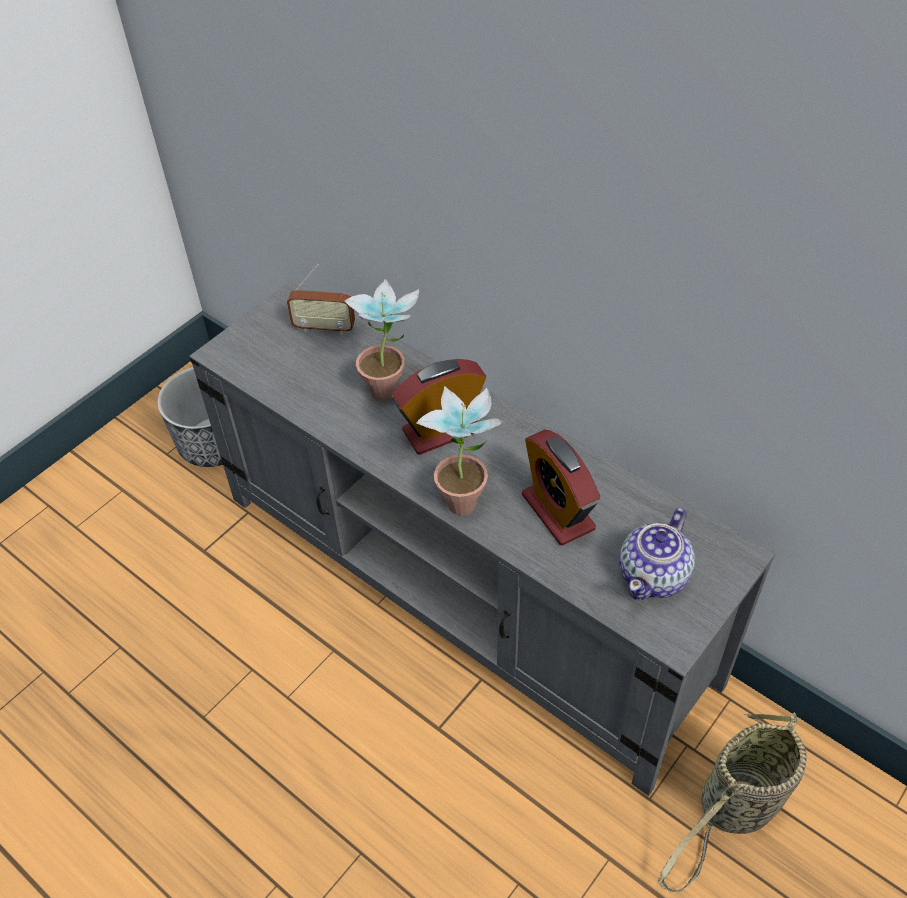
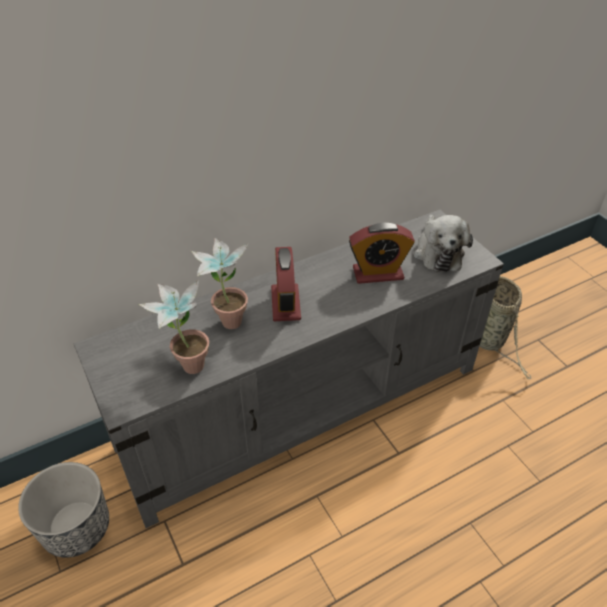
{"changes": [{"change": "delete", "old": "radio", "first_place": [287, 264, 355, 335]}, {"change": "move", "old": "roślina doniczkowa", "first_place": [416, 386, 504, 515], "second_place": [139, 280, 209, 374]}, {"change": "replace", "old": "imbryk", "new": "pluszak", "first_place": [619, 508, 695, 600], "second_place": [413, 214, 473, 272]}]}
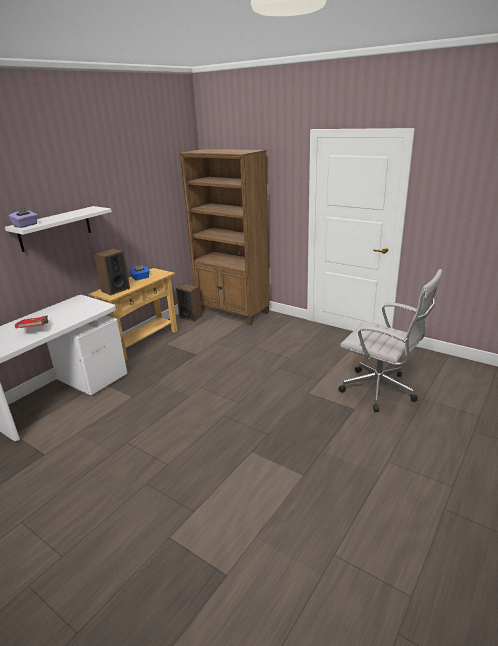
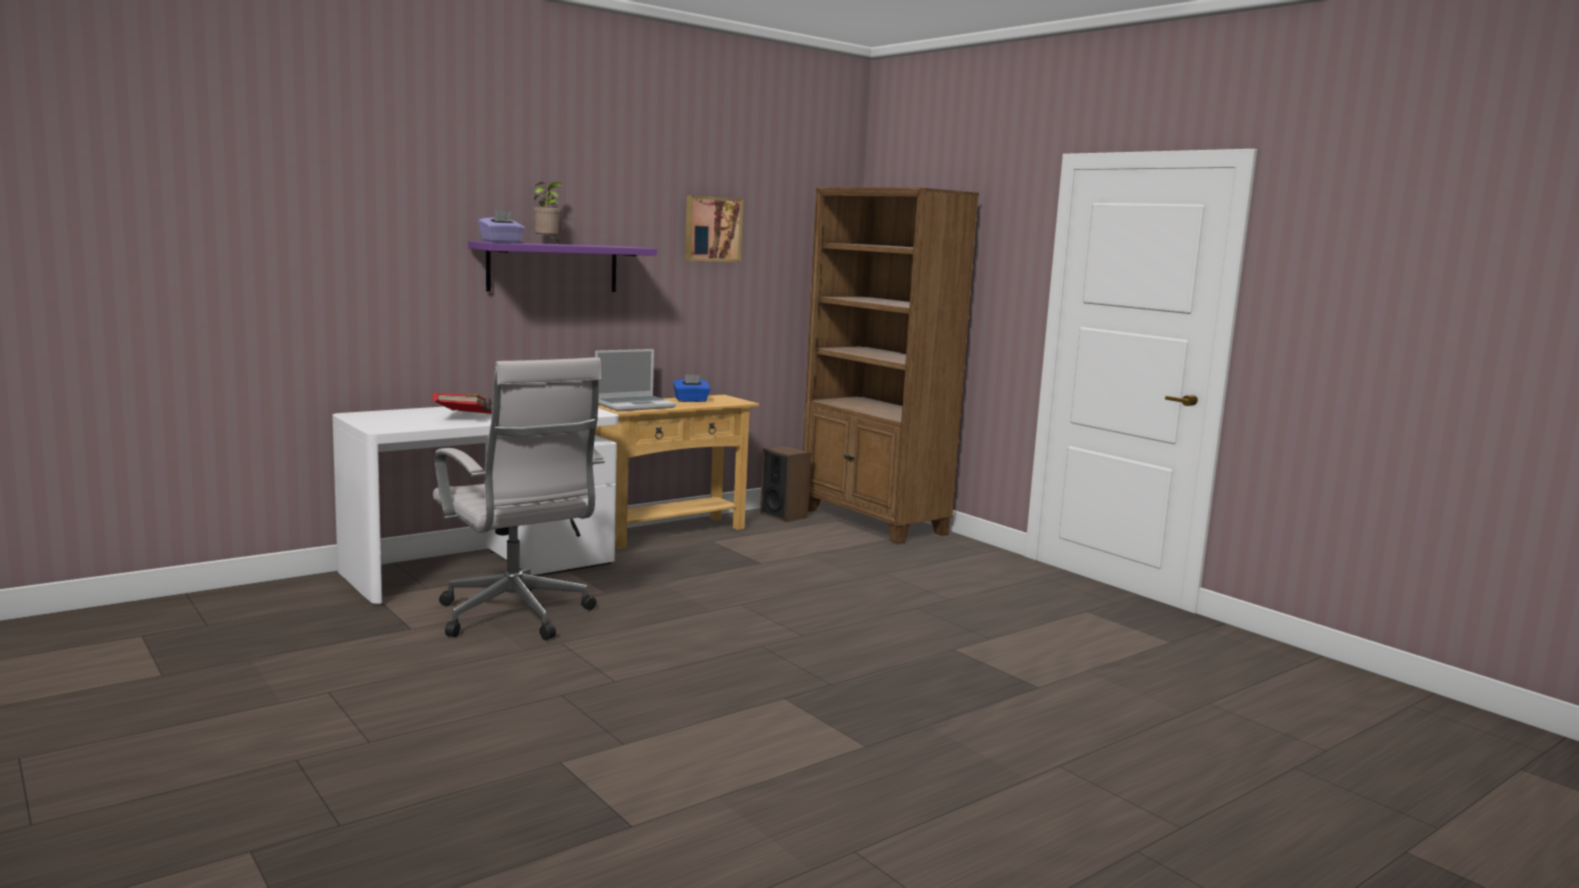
{"changes": [{"change": "recolor", "old": "półka [biały]", "new": "półka [fioletowy]", "first_place": [5, 206, 112, 252], "second_place": [468, 241, 657, 292]}, {"change": "replace", "old": "głośnik", "new": "laptop", "first_place": [94, 248, 130, 295], "second_place": [595, 349, 676, 411]}, {"change": "move", "old": "krzesło biurowe [biały]", "first_place": [338, 269, 442, 412], "second_place": [433, 357, 605, 640]}, {"change": "insert", "new": "roślina doniczkowa", "second_place": [533, 182, 563, 242]}, {"change": "insert", "new": "obraz", "second_place": [685, 195, 743, 262]}]}
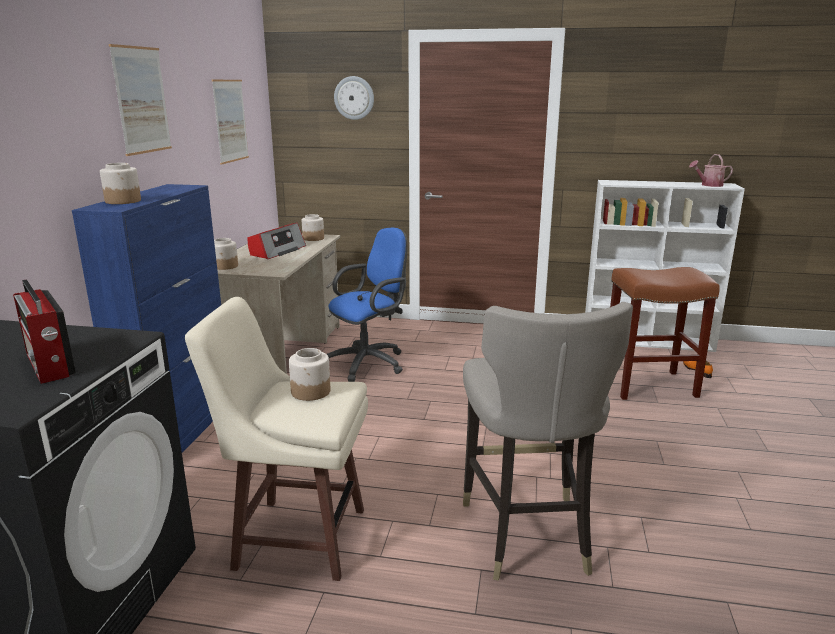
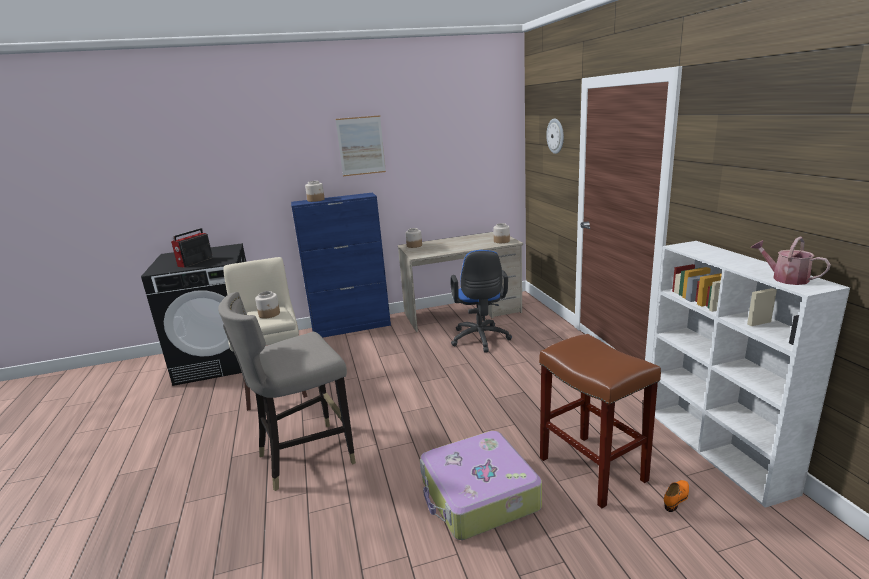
{"changes": [{"change": "delete", "old": "obraz", "first_place": [212, 80, 249, 165]}, {"change": "delete", "old": "radio", "first_place": [247, 223, 306, 259]}, {"change": "rotate", "old": "krzesło biurowe [niebieski]", "first_place": [327, 228, 407, 382], "second_place": [450, 250, 512, 353], "degrees": 60}, {"change": "insert", "new": "walizka", "second_place": [420, 431, 542, 540]}]}
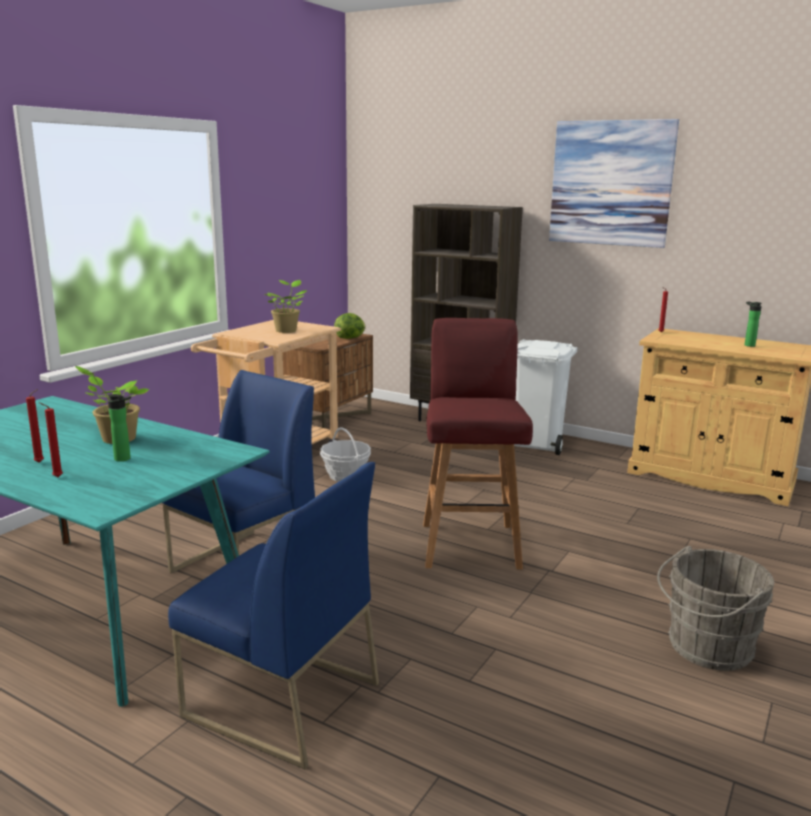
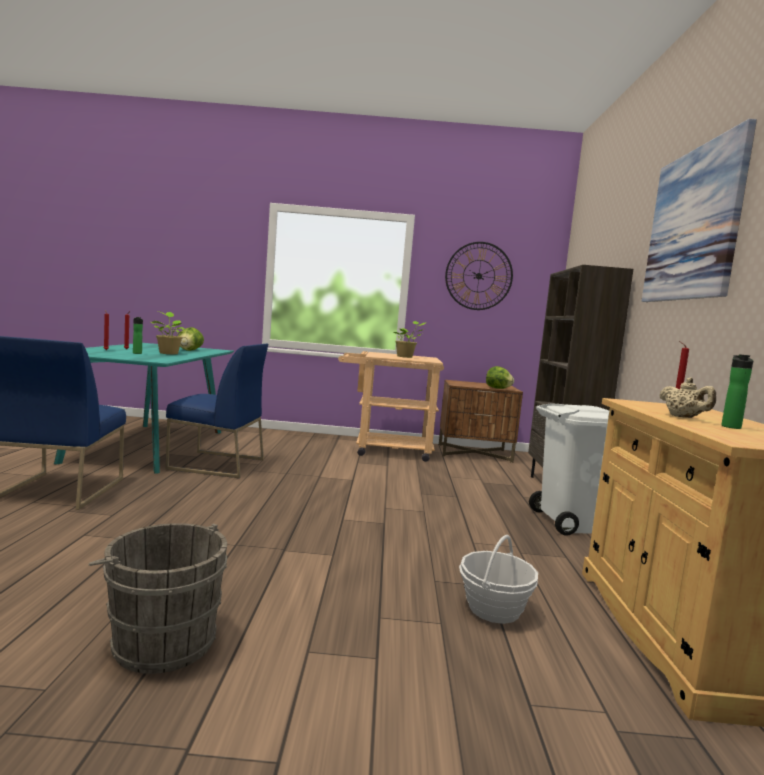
{"changes": [{"change": "delete", "old": "stołek [czerwony]", "first_place": [423, 318, 533, 569]}, {"change": "move", "old": "koszyk", "first_place": [320, 427, 371, 481], "second_place": [459, 535, 538, 624]}, {"change": "insert", "new": "zegar ścienny", "second_place": [445, 242, 513, 310]}, {"change": "insert", "new": "sałata", "second_place": [178, 327, 204, 351]}, {"change": "insert", "new": "imbryk [beżowy]", "second_place": [659, 378, 716, 418]}]}
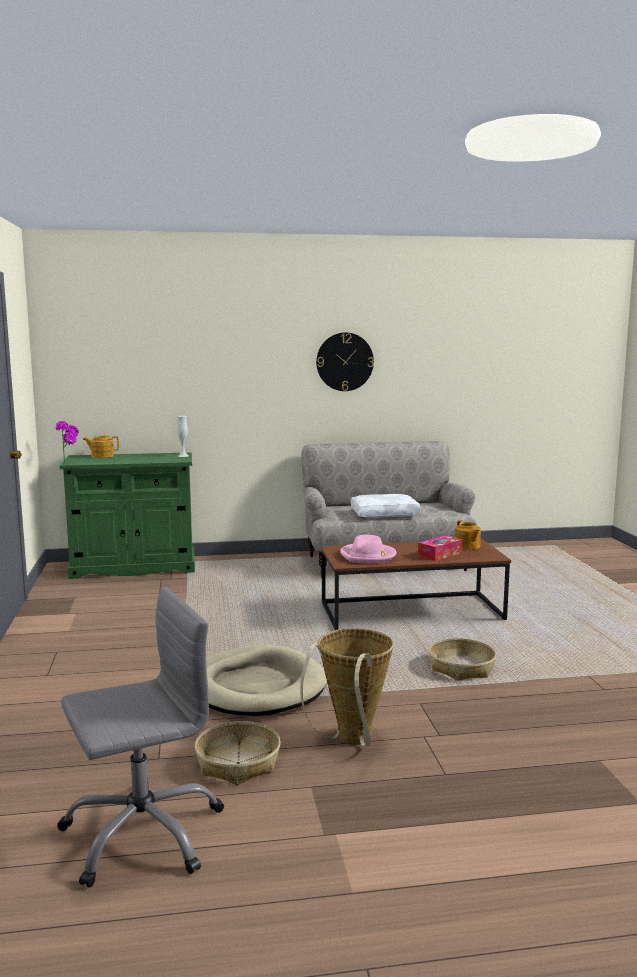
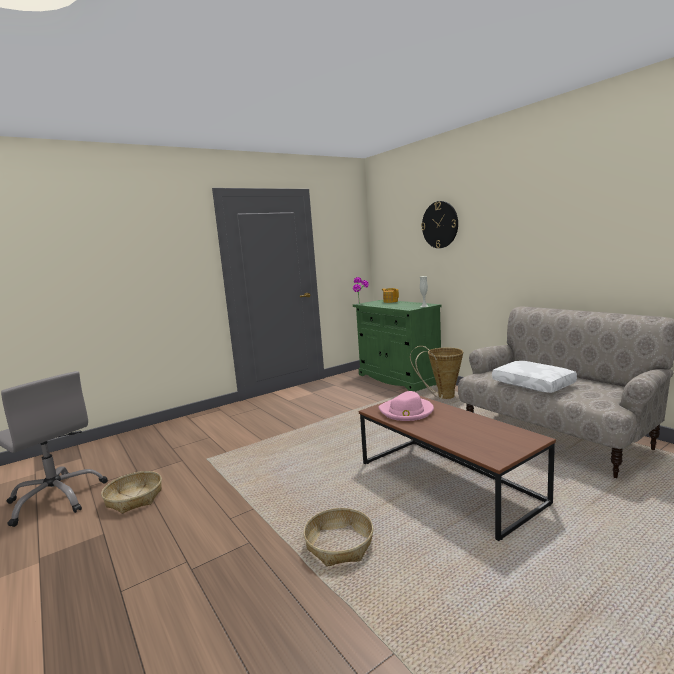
{"changes": [{"change": "move", "old": "zegar ścienny", "first_place": [316, 332, 374, 391], "second_place": [421, 201, 458, 248]}, {"change": "delete", "old": "imbryk", "first_place": [455, 520, 481, 550]}, {"change": "delete", "old": "pudełko chusteczek", "first_place": [418, 535, 462, 561]}, {"change": "move", "old": "koszyk", "first_place": [300, 628, 394, 746], "second_place": [410, 346, 463, 399]}, {"change": "delete", "old": "legowisko [beżowy]", "first_place": [206, 644, 327, 716]}]}
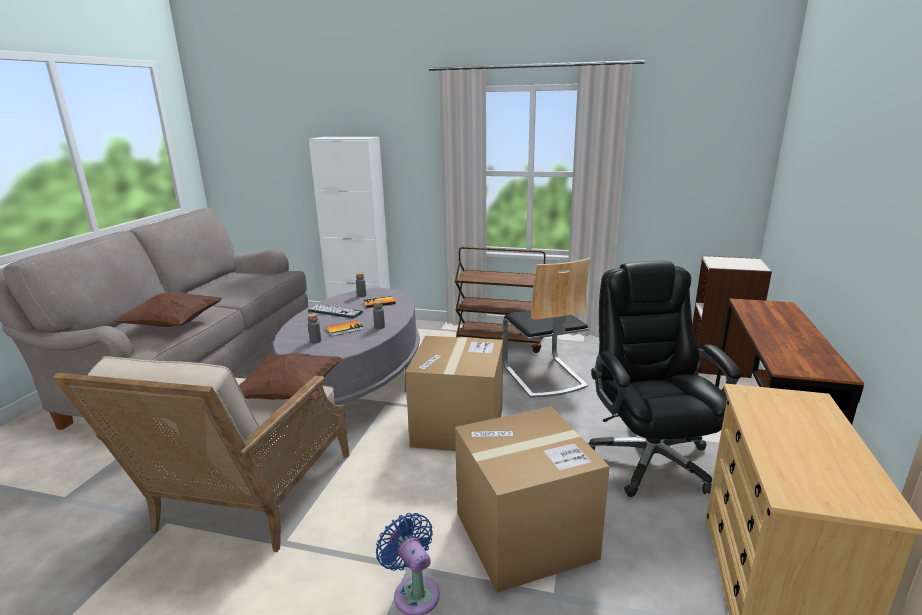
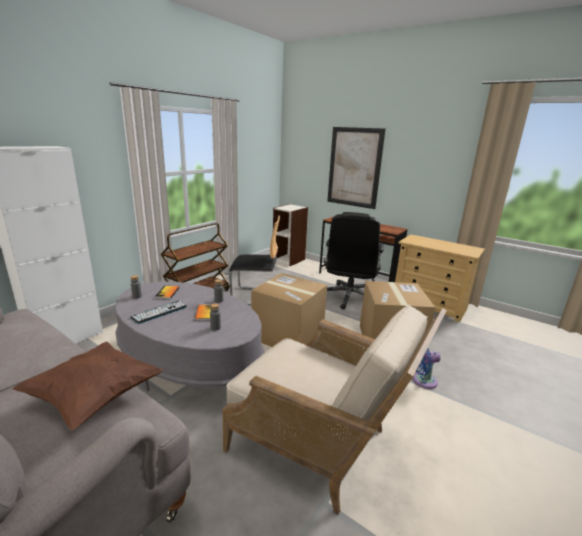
{"changes": [{"change": "rotate", "old": "krzesło biurowe [czarny]", "first_place": [587, 261, 742, 497], "second_place": [324, 212, 384, 309], "degrees": -90}, {"change": "delete", "old": "poduszka [brązowy]", "first_place": [239, 353, 342, 400]}, {"change": "insert", "new": "obraz", "second_place": [327, 127, 385, 209]}]}
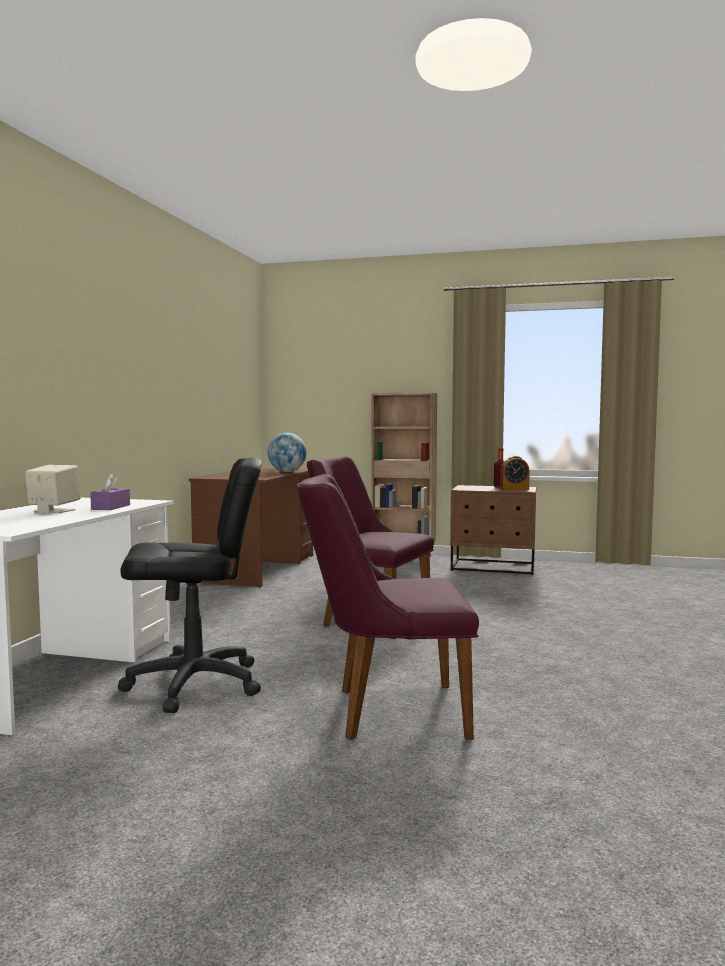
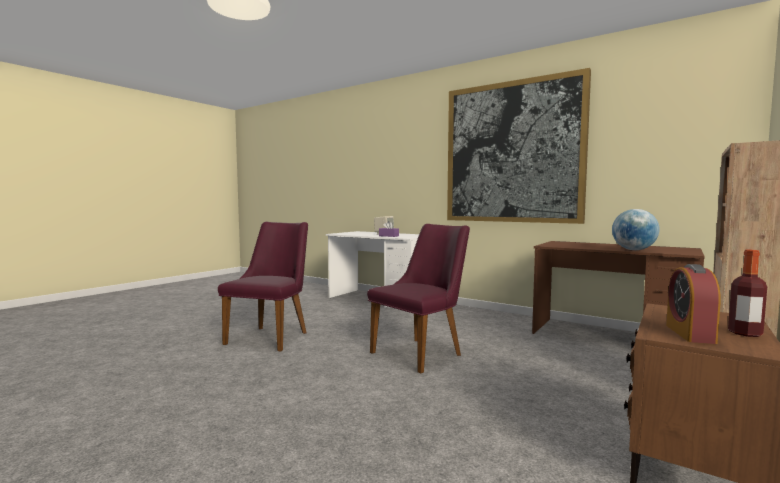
{"changes": [{"change": "delete", "old": "krzesło biurowe [czarny]", "first_place": [118, 458, 262, 713]}, {"change": "insert", "new": "obraz", "second_place": [447, 68, 591, 224]}]}
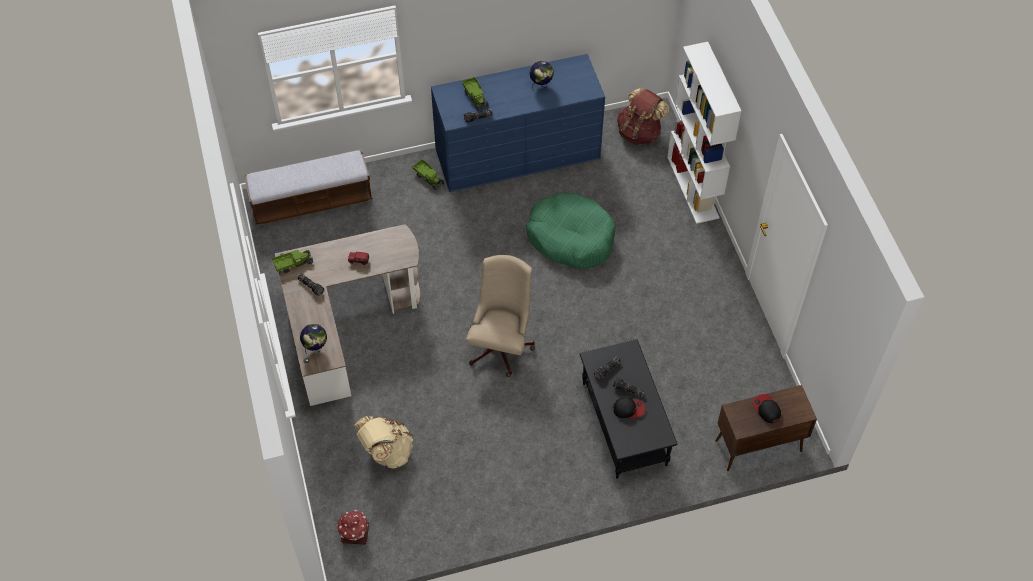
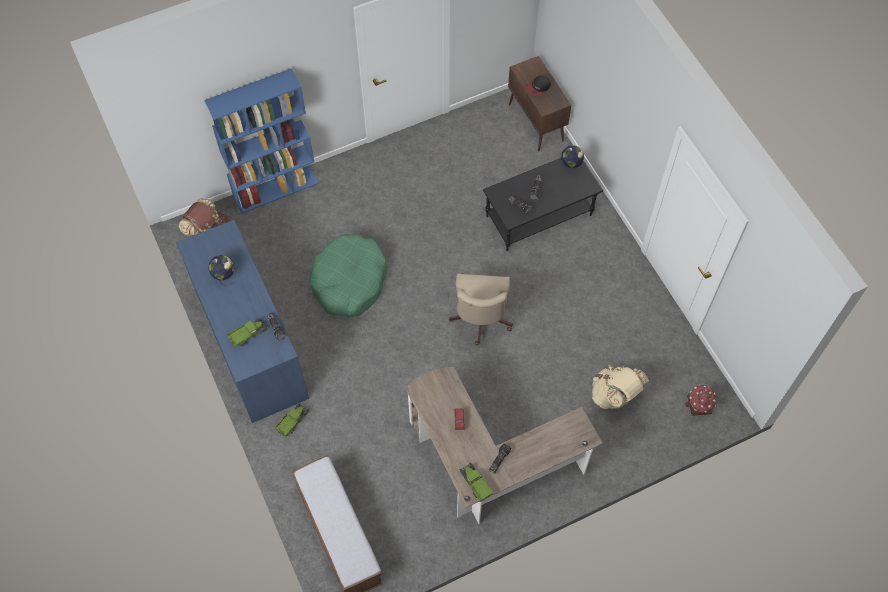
{"changes": [{"change": "recolor", "old": "regał [biały]", "new": "regał [niebieski]", "first_place": [667, 42, 741, 224], "second_place": [204, 68, 318, 214]}, {"change": "rotate", "old": "krzesło biurowe [beżowy]", "first_place": [466, 255, 535, 377], "second_place": [449, 274, 513, 346], "degrees": -90}, {"change": "move", "old": "globus", "first_place": [300, 324, 327, 352], "second_place": [561, 145, 584, 175]}, {"change": "delete", "old": "czapka z daszkiem", "first_place": [613, 397, 645, 418]}]}
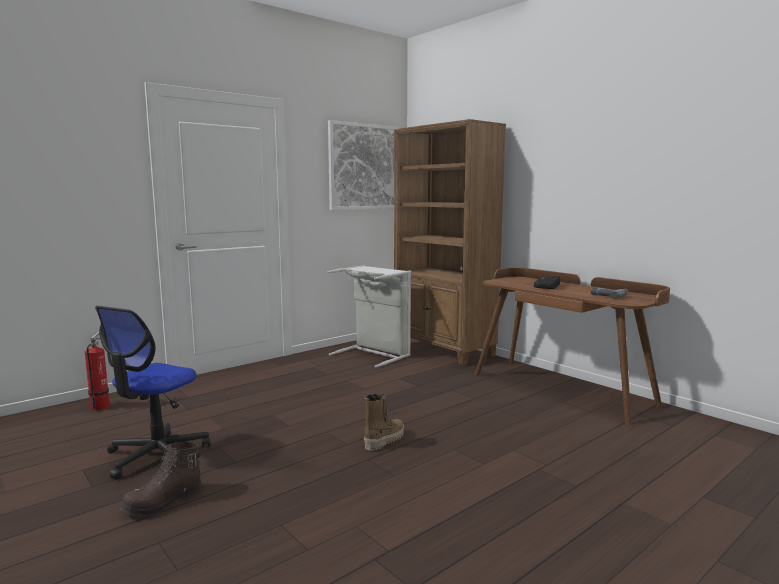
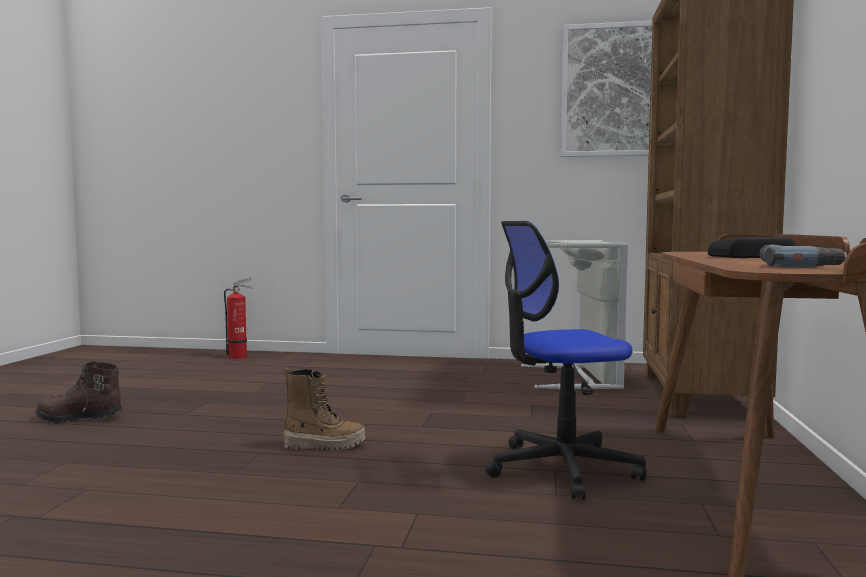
{"changes": [{"change": "move", "old": "krzesło biurowe", "first_place": [95, 306, 210, 479], "second_place": [485, 221, 647, 500]}]}
